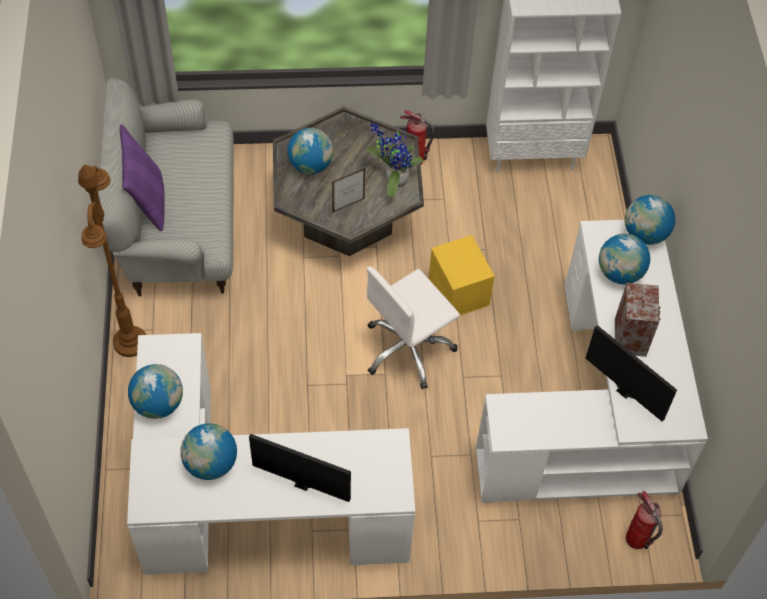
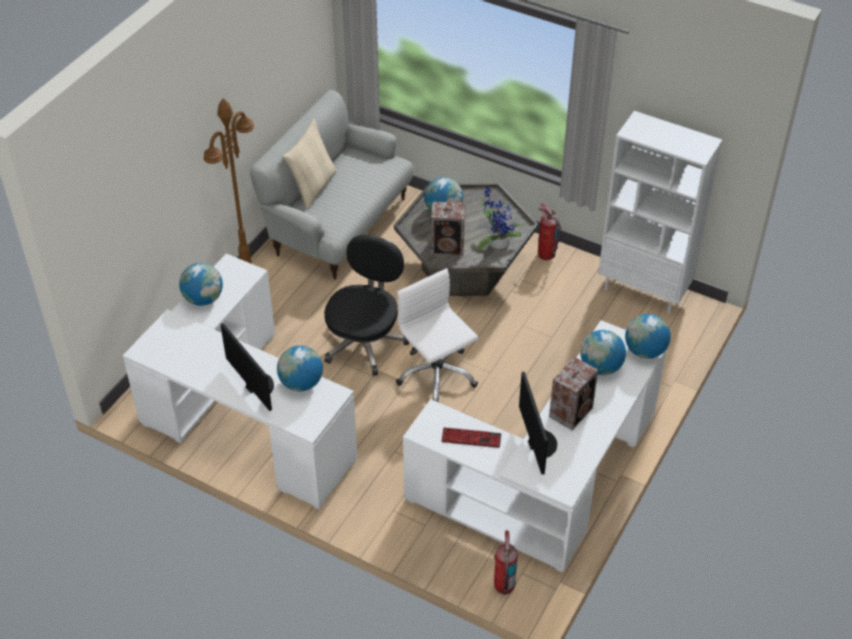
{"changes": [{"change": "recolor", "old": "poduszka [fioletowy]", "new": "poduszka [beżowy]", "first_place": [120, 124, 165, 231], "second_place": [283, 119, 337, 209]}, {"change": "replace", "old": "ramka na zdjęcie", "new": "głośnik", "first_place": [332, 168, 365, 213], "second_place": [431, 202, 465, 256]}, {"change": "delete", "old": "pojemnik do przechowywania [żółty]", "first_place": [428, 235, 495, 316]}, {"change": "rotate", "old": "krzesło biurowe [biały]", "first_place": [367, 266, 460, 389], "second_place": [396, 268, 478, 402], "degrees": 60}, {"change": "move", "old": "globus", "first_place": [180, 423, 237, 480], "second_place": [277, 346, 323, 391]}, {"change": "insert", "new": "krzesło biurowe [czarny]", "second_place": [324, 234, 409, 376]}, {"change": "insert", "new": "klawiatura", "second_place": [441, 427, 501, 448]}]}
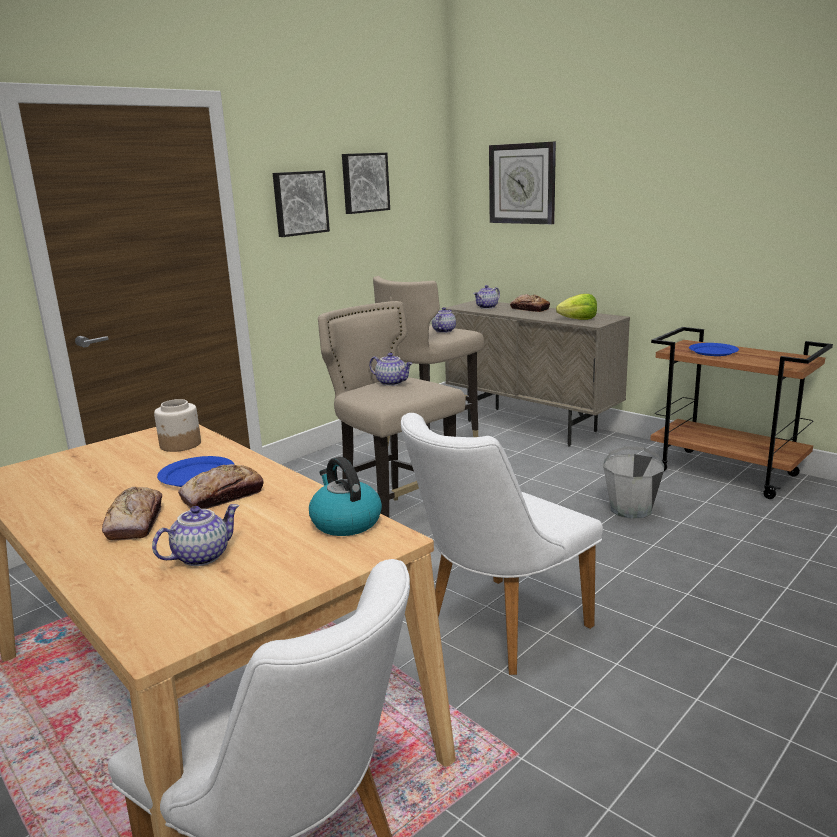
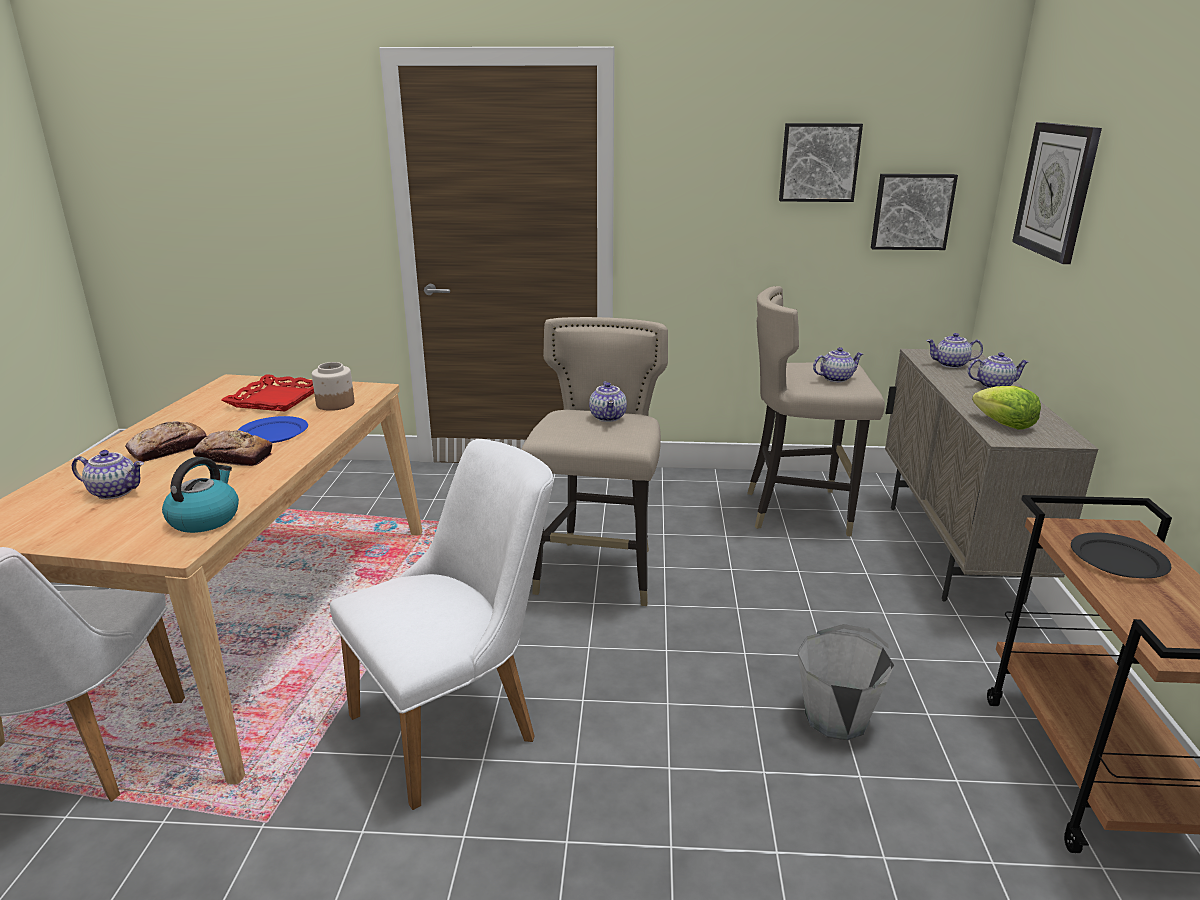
{"changes": [{"change": "move", "old": "obraz", "first_place": [273, 170, 330, 237], "second_place": [871, 174, 958, 250]}, {"change": "replace", "old": "chleb", "new": "imbryk", "first_place": [510, 294, 550, 312], "second_place": [968, 352, 1029, 388]}, {"change": "recolor", "old": "talerz [niebieski]", "new": "talerz [czarny]", "first_place": [689, 343, 739, 356], "second_place": [1071, 532, 1171, 578]}, {"change": "rotate", "old": "krzesło [biały]", "first_place": [401, 413, 603, 675], "second_place": [330, 439, 553, 810], "degrees": 135}, {"change": "insert", "new": "taca [czerwony]", "second_place": [221, 374, 314, 411]}]}
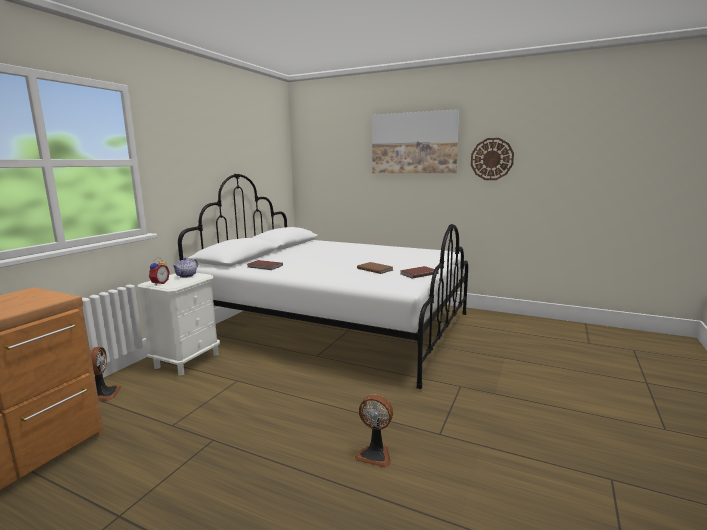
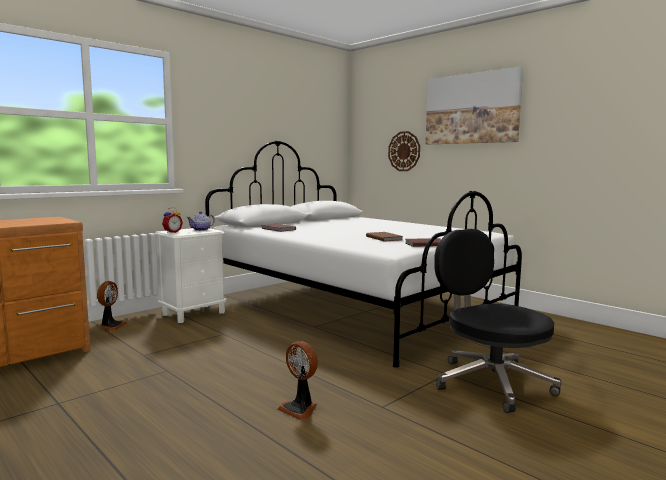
{"changes": [{"change": "move", "old": "zegar ścienny", "first_place": [471, 138, 514, 180], "second_place": [388, 131, 420, 171]}, {"change": "insert", "new": "krzesło biurowe [czarny]", "second_place": [434, 229, 562, 413]}]}
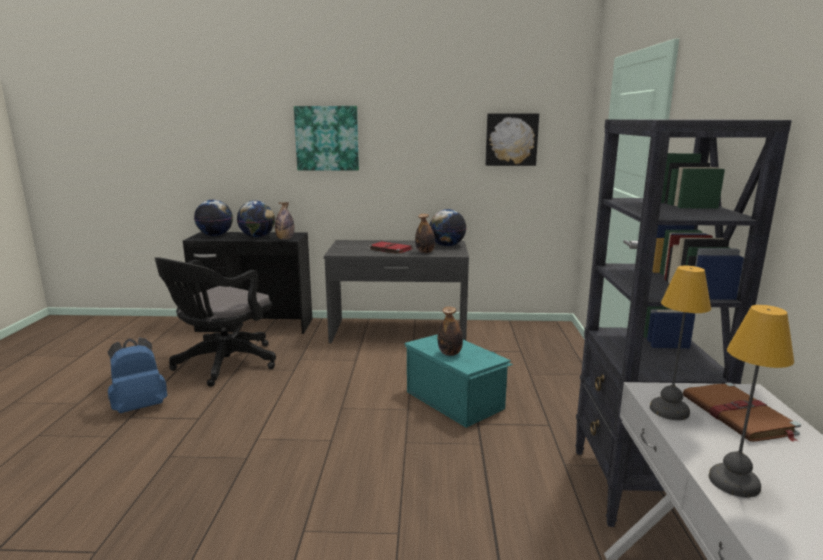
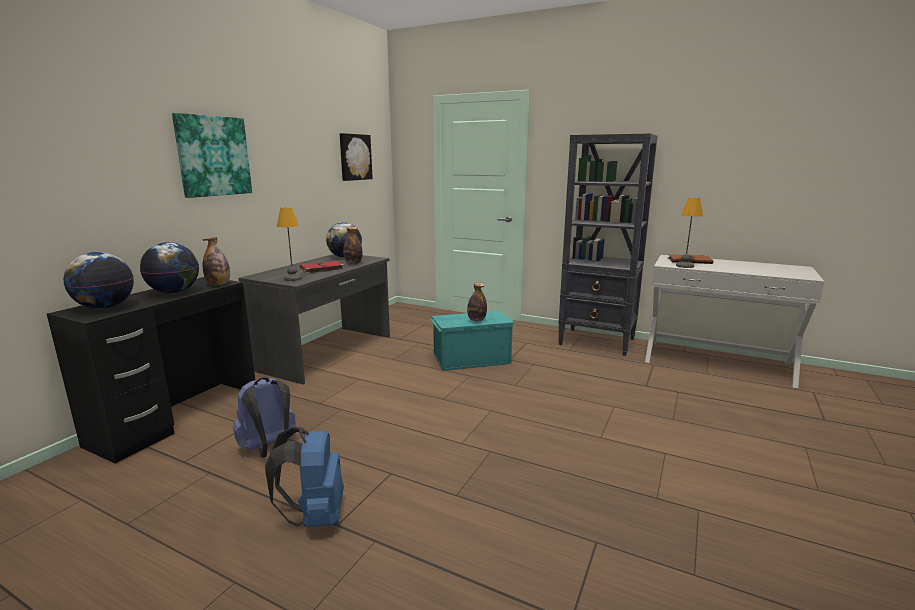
{"changes": [{"change": "replace", "old": "krzesło biurowe [czarny]", "new": "plecak [niebieski]", "first_place": [155, 257, 276, 387], "second_place": [233, 377, 296, 458]}, {"change": "move", "old": "lampa stołowa", "first_place": [709, 305, 794, 498], "second_place": [277, 207, 302, 281]}]}
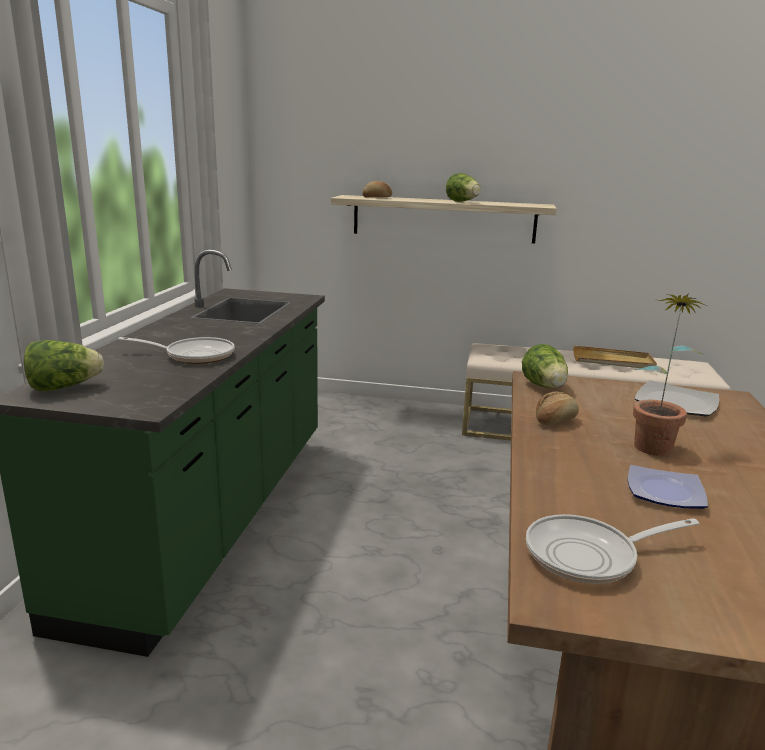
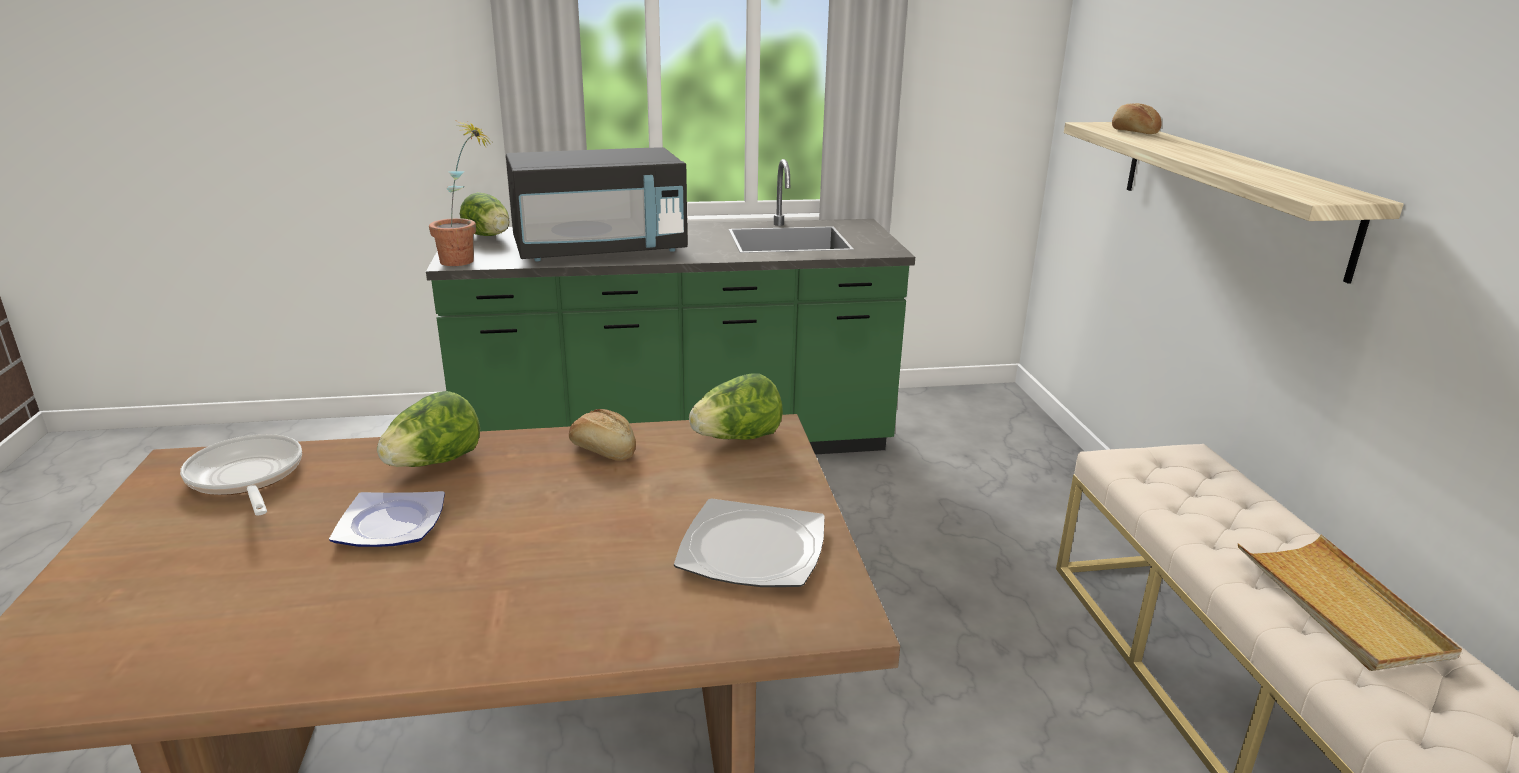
{"changes": [{"change": "move", "old": "sałata", "first_place": [446, 173, 481, 202], "second_place": [377, 391, 480, 467]}, {"change": "move", "old": "roślina doniczkowa", "first_place": [633, 294, 708, 456], "second_place": [429, 121, 492, 266]}, {"change": "replace", "old": "patelnia", "new": "mikrofalówka [czarny]", "first_place": [118, 337, 235, 364], "second_place": [506, 147, 688, 261]}]}
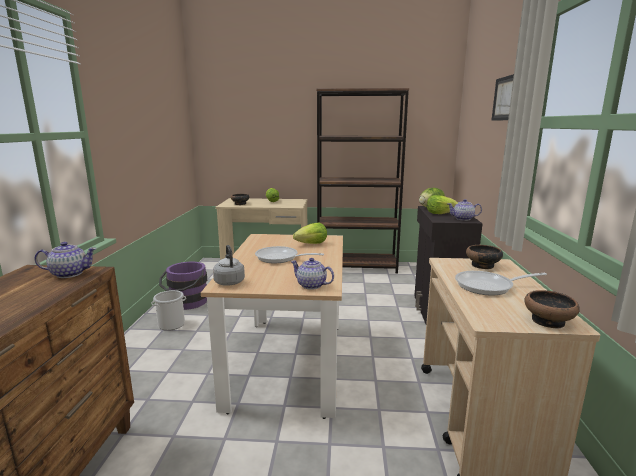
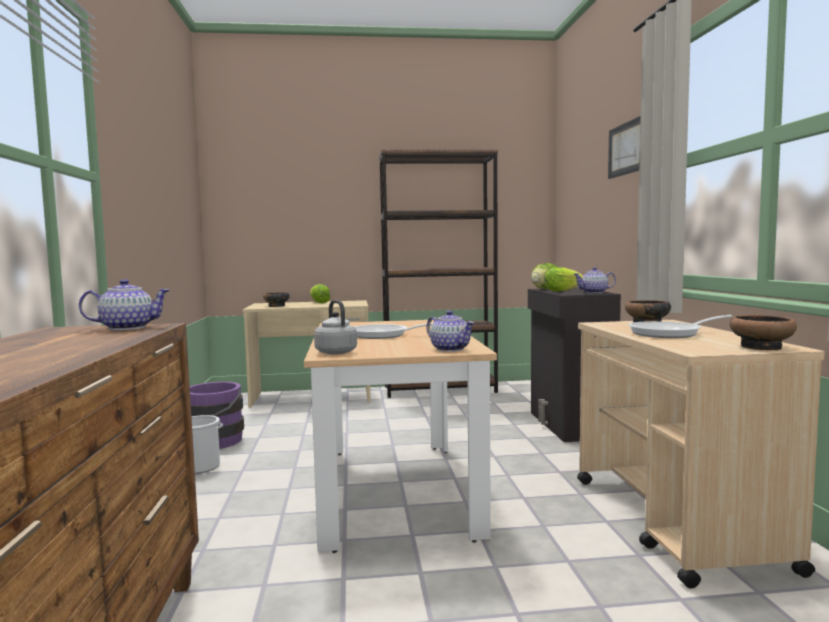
{"changes": [{"change": "delete", "old": "sałata", "first_place": [293, 223, 327, 244]}, {"change": "rotate", "old": "imbryk", "first_place": [290, 258, 334, 290], "second_place": [426, 311, 475, 352], "degrees": -150}]}
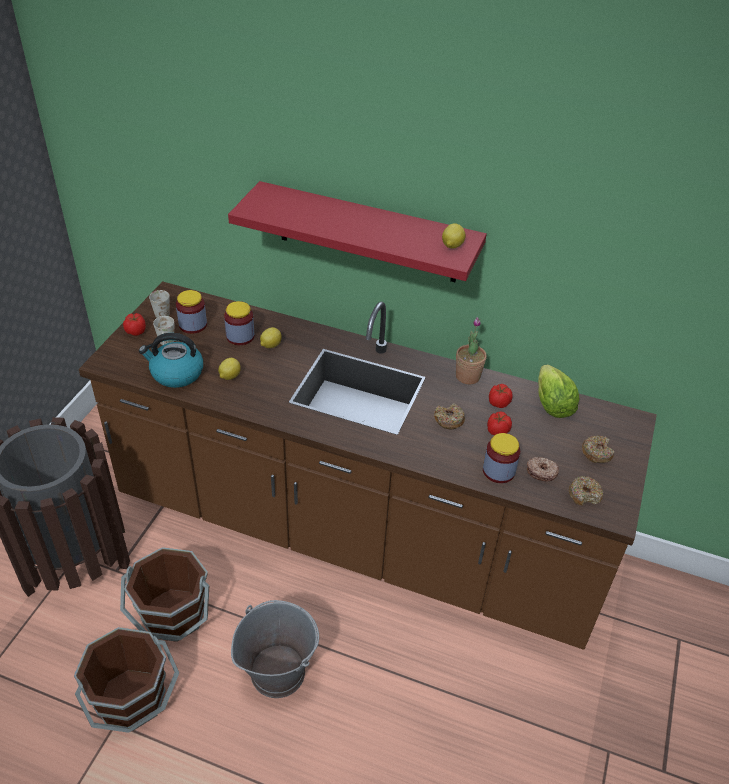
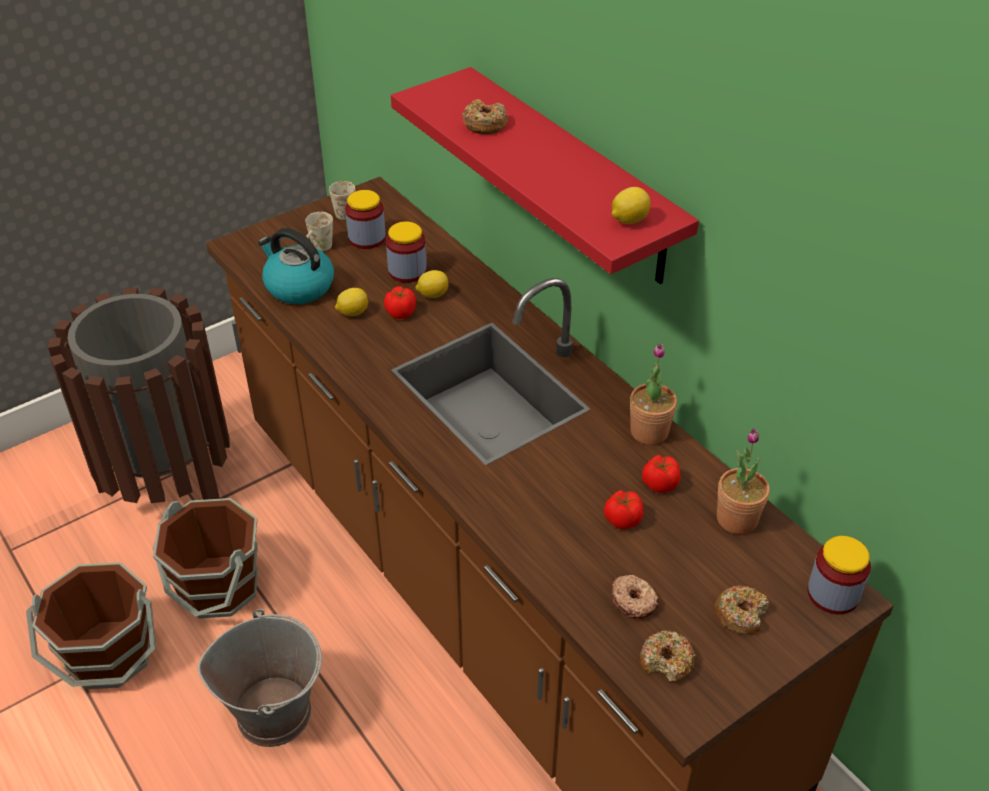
{"changes": [{"change": "move", "old": "pomidor", "first_place": [123, 313, 146, 336], "second_place": [384, 286, 416, 319]}, {"change": "replace", "old": "sałata", "new": "roślina doniczkowa", "first_place": [538, 365, 580, 418], "second_place": [717, 428, 770, 534]}, {"change": "move", "old": "donut", "first_place": [434, 403, 465, 429], "second_place": [462, 99, 508, 134]}, {"change": "move", "old": "słoik", "first_place": [483, 433, 520, 483], "second_place": [807, 536, 871, 614]}]}
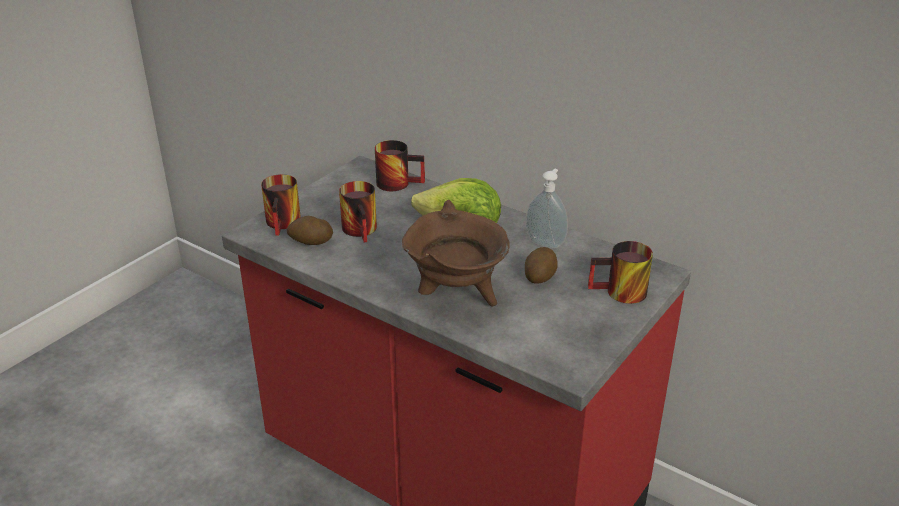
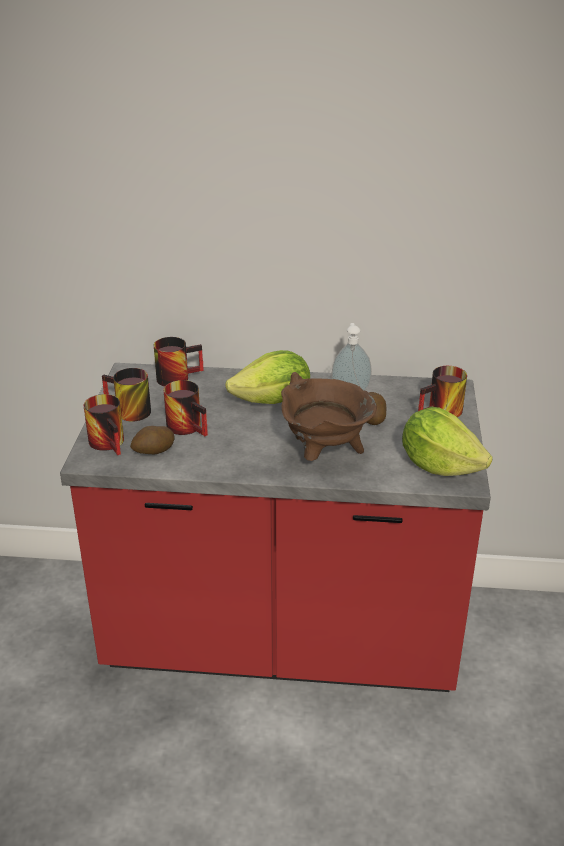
{"changes": [{"change": "insert", "new": "kubek", "second_place": [102, 368, 151, 422]}, {"change": "insert", "new": "sałata", "second_place": [402, 406, 493, 476]}]}
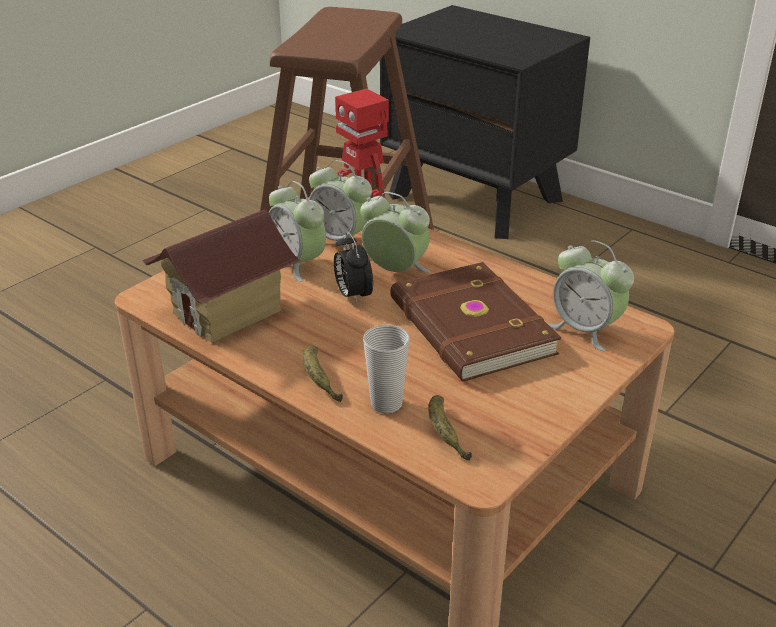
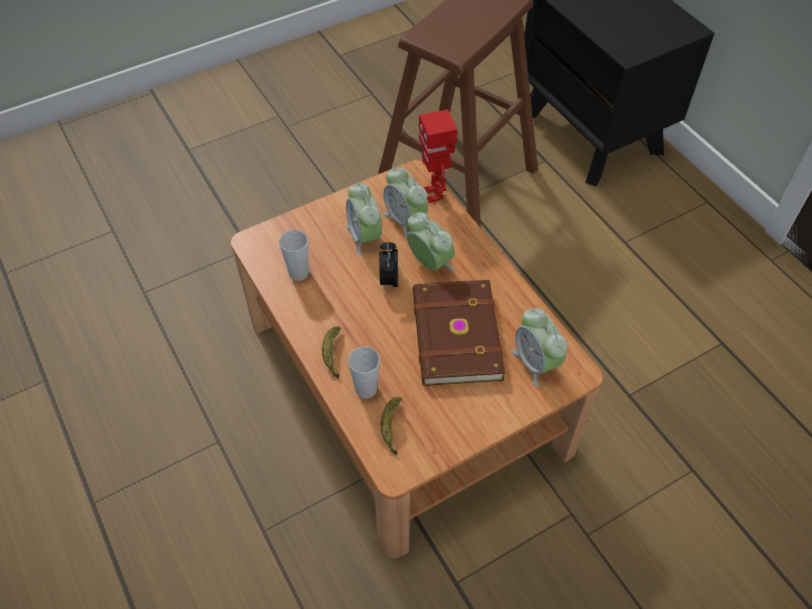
{"changes": [{"change": "replace", "old": "domek", "new": "filiżanka", "first_place": [142, 210, 301, 343], "second_place": [279, 230, 309, 281]}]}
